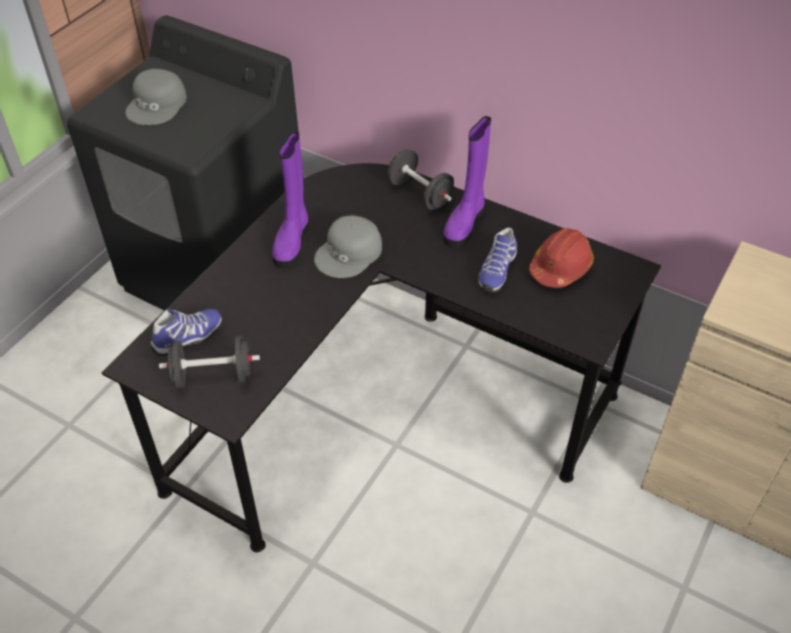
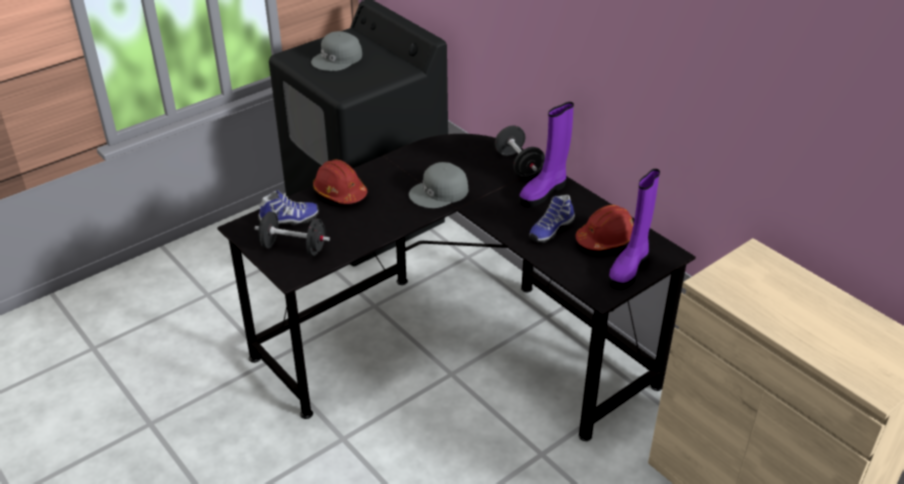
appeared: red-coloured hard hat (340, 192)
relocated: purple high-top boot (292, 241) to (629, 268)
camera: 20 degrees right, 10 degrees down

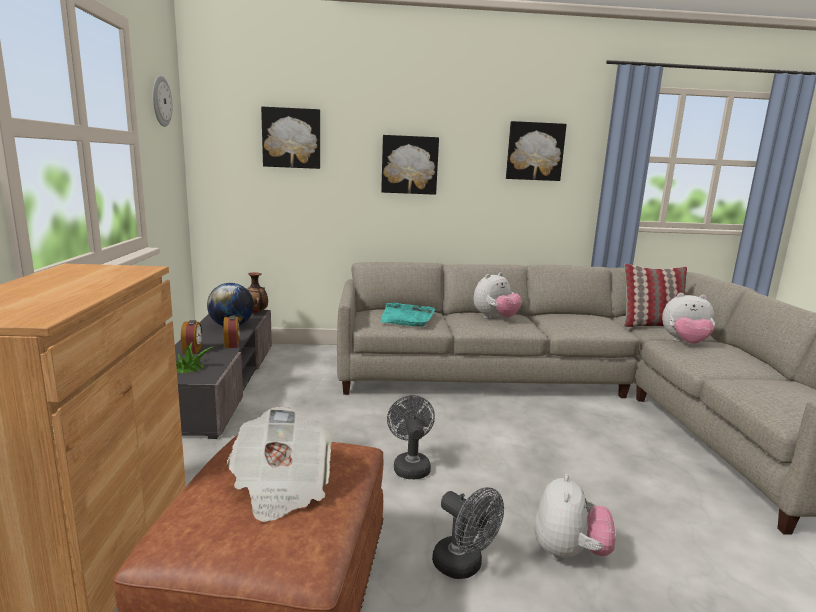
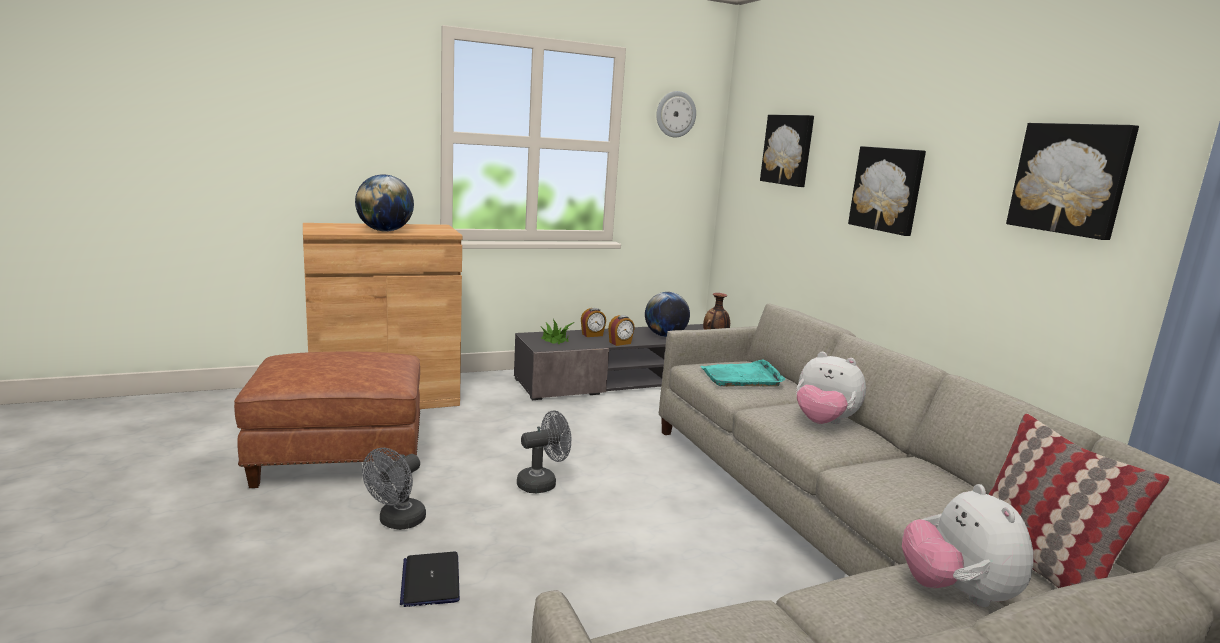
missing: printed paper (281, 487)
appeared: world globe (385, 231)
exchanged: plush toy (569, 553) to portable computer (430, 580)
camera: 70 degrees right, 0 degrees up

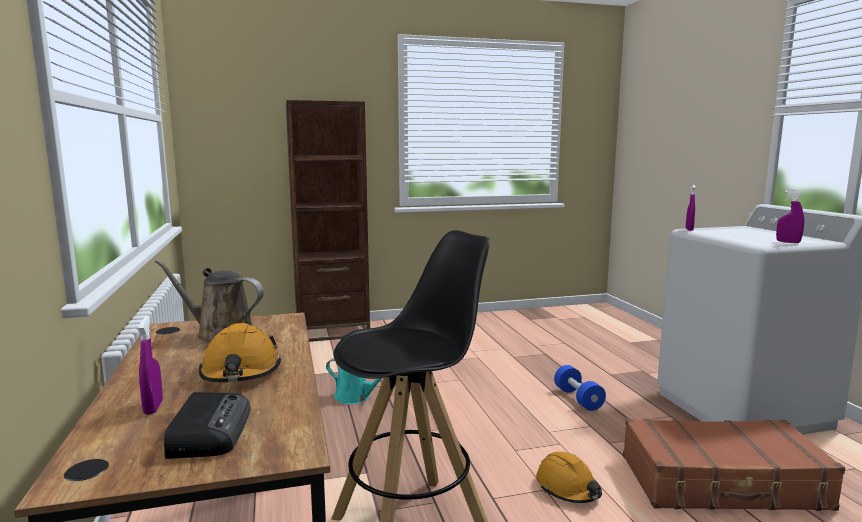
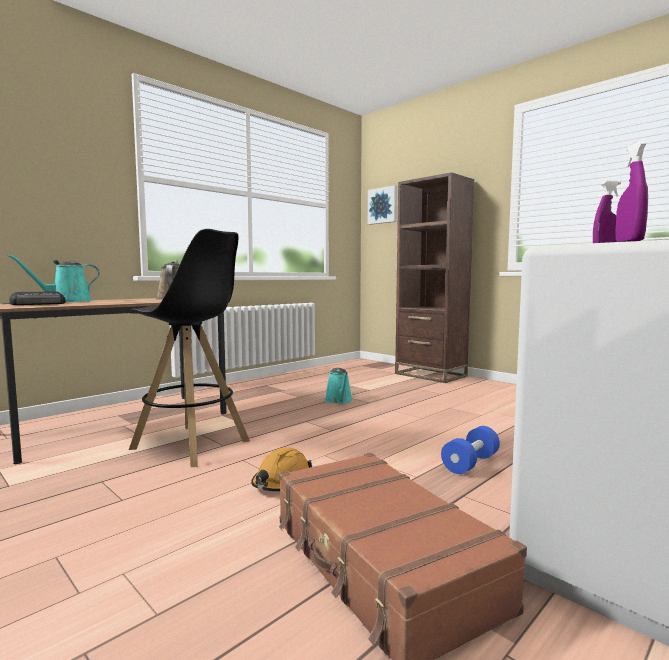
missing: orange-coloured hard hat (241, 372)
appeared: picture (383, 205)
exchanged: purple sprayer (153, 407) to turquoise sprinkling can (67, 301)
camera: 60 degrees right, 5 degrees down

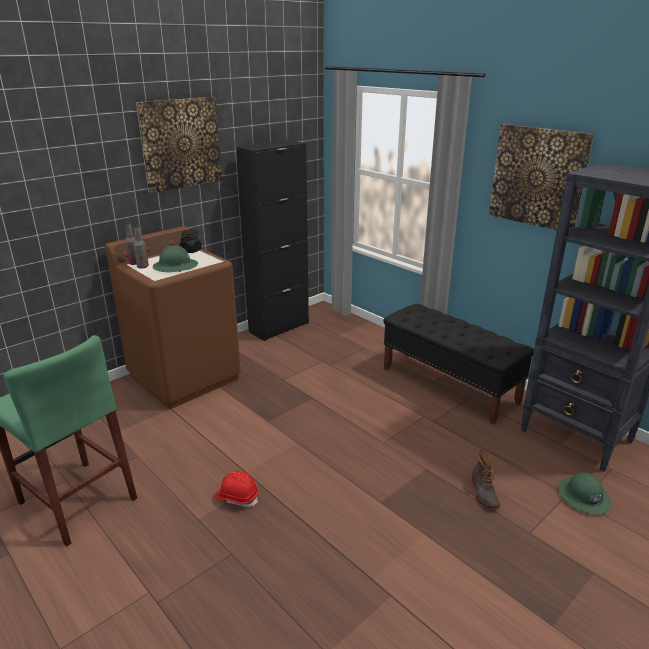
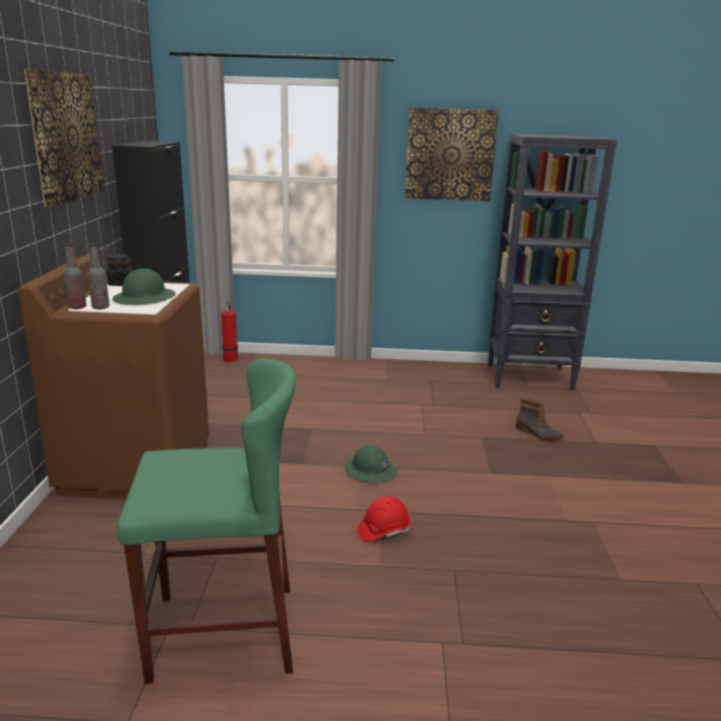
missing: blackish indoor bench (449, 385)
appeared: fire-fighting cylinder (230, 360)
relocated: greenish hard hat (583, 497) to (370, 470)
camera: 45 degrees left, 5 degrees down

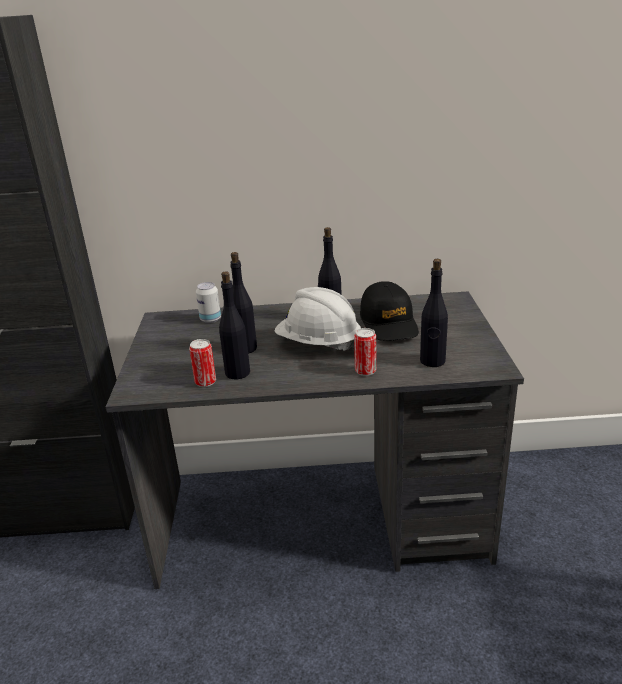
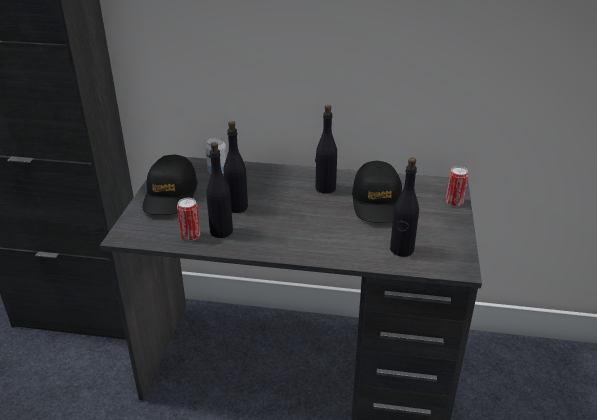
missing: whitish hard hat (318, 344)
appeared: blackish cap (170, 195)
relocated: sealed can (365, 371) to (454, 202)
camera: 10 degrees right, 5 degrees up

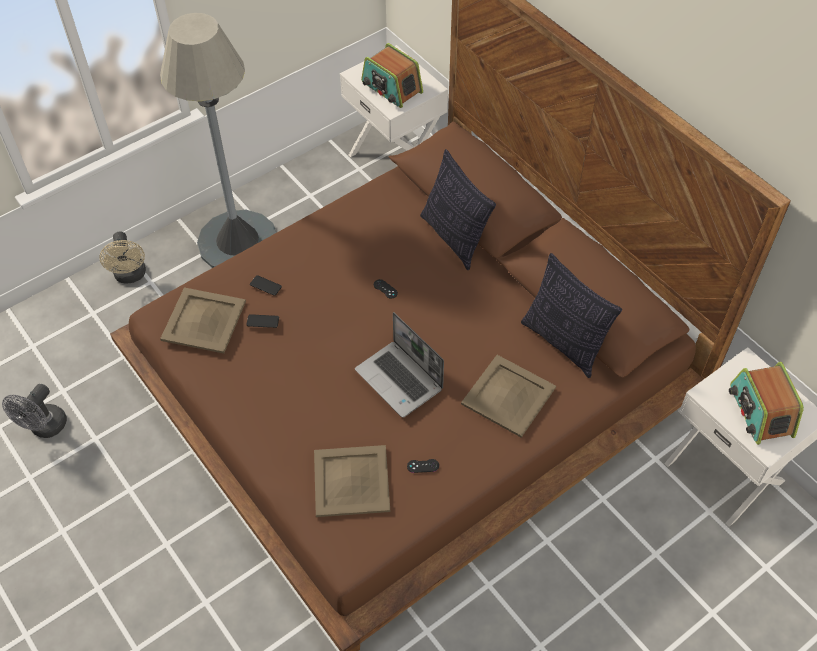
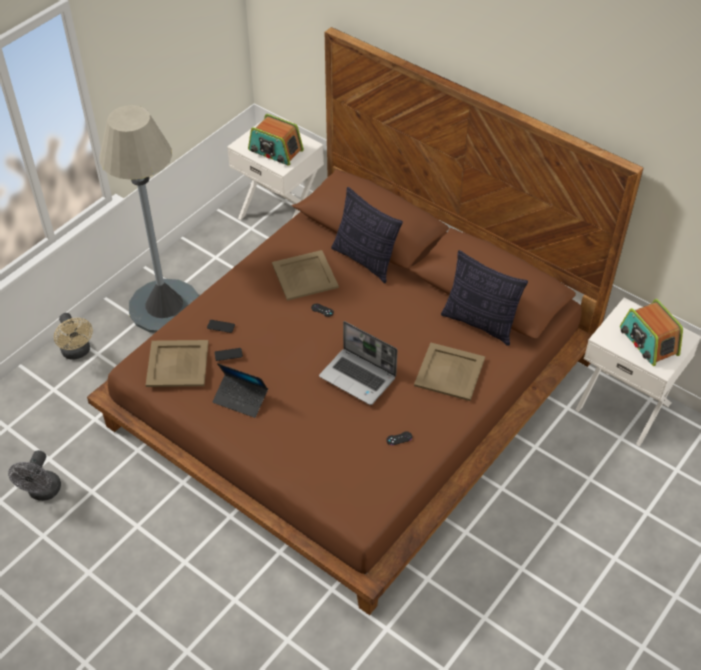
appeared: portable computer (240, 399)
relocated: beige-coloured carrying tray (352, 480) to (305, 275)
camera: 15 degrees left, 5 degrees down

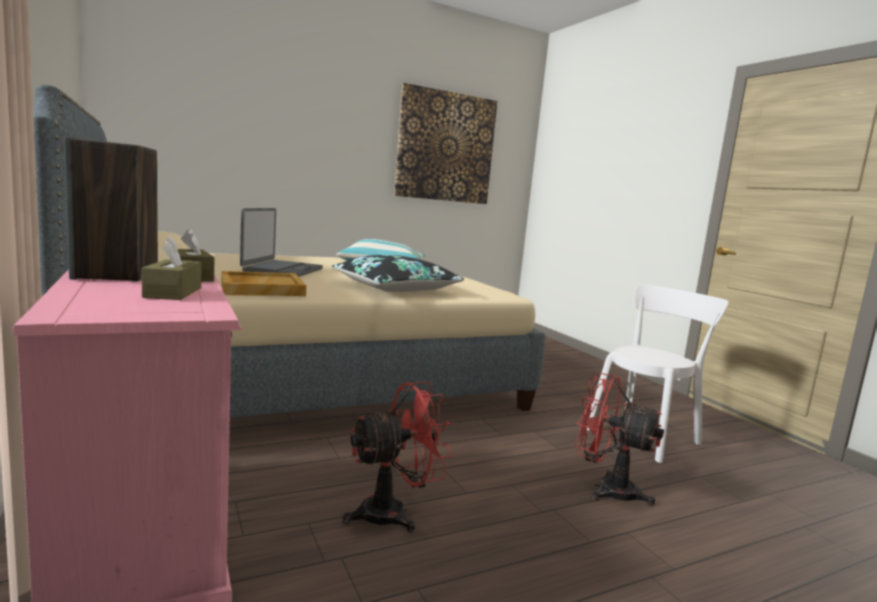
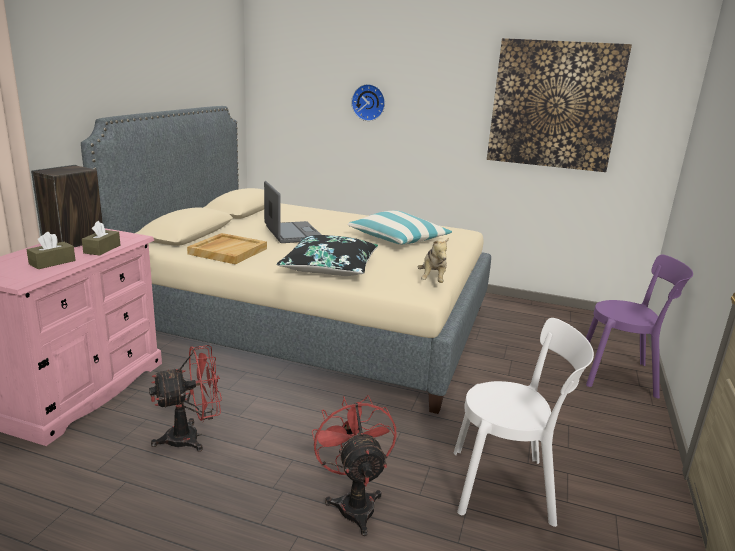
appeared: wall clock (369, 102); plush toy (433, 280); purple upright chair (621, 375)
spun: red-coloured fan (394, 513) = (191, 437) 45 degrees counterclockwise; portable computer (282, 270) = (292, 233) 75 degrees counterclockwise
camera: 45 degrees right, 10 degrees up

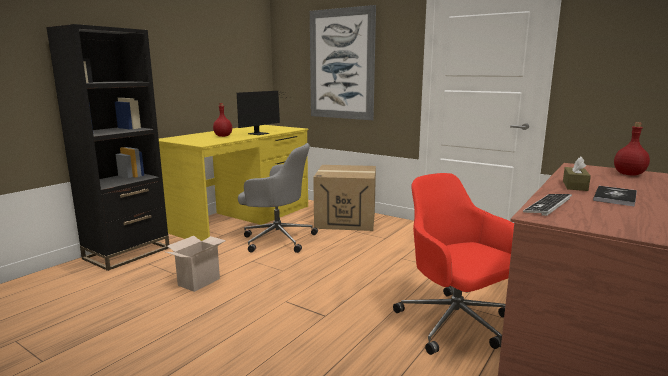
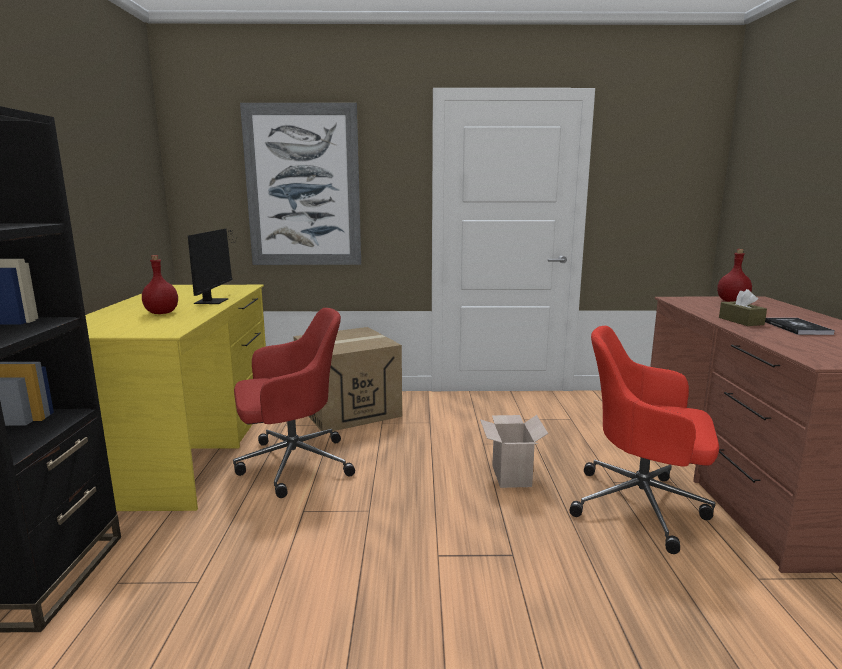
missing: keyboard (548, 205)
relocated: cardboard box (199, 281) to (509, 475)
colour: gray desk chair (277, 239) to red-coloured desk chair (292, 464)
camera: 35 degrees left, 0 degrees up

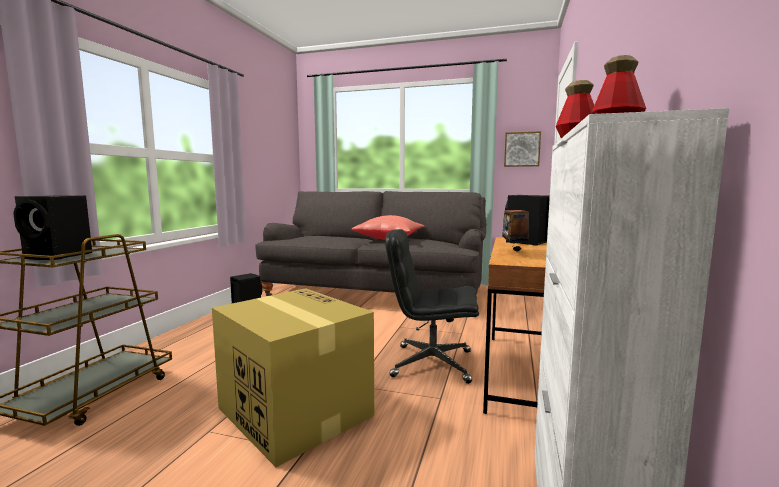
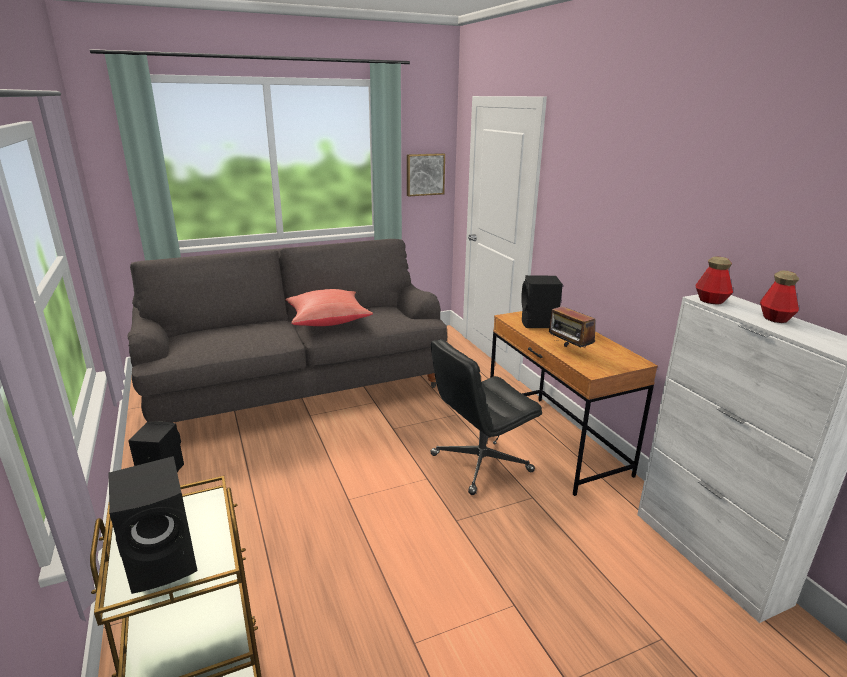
missing: cardboard box (293, 411)
camera: 40 degrees left, 15 degrees up

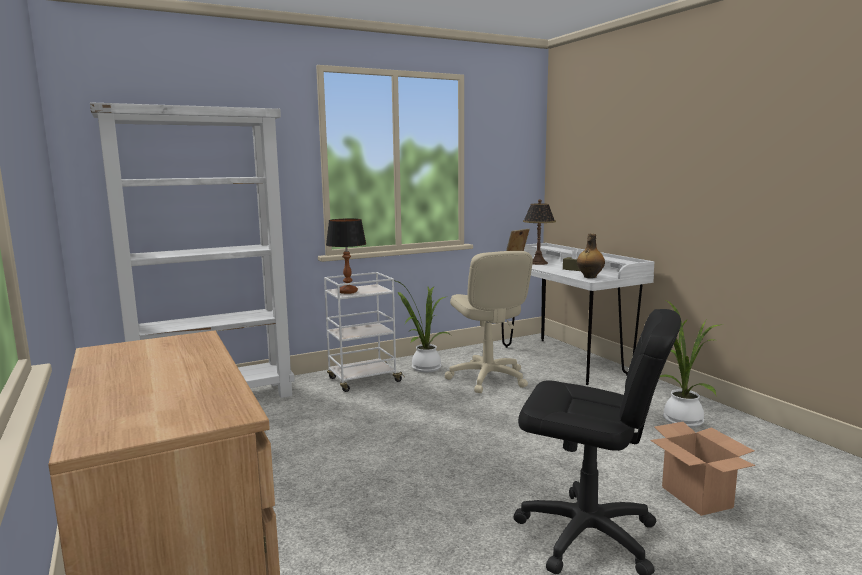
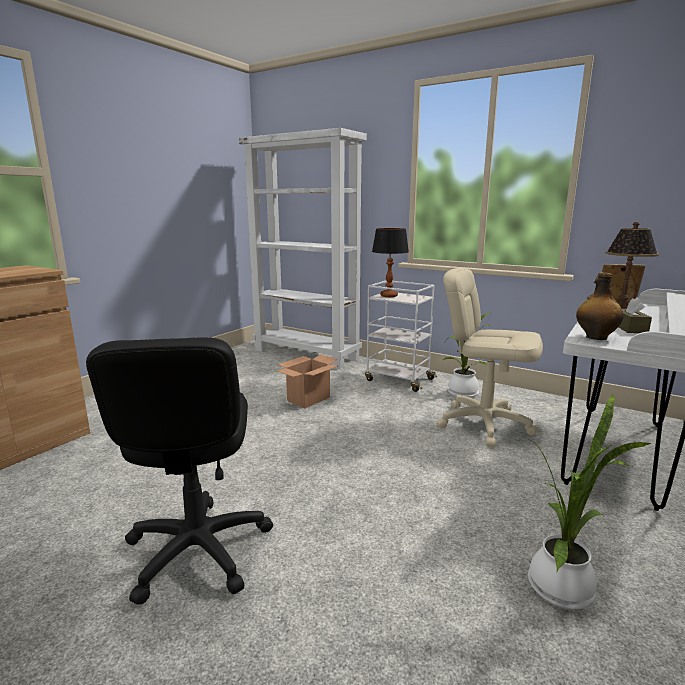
relocated: cardboard box (697, 497) to (308, 399)
spun: beige-coloured desk chair (487, 378) = (484, 424) 75 degrees clockwise
camera: 60 degrees right, 5 degrees up

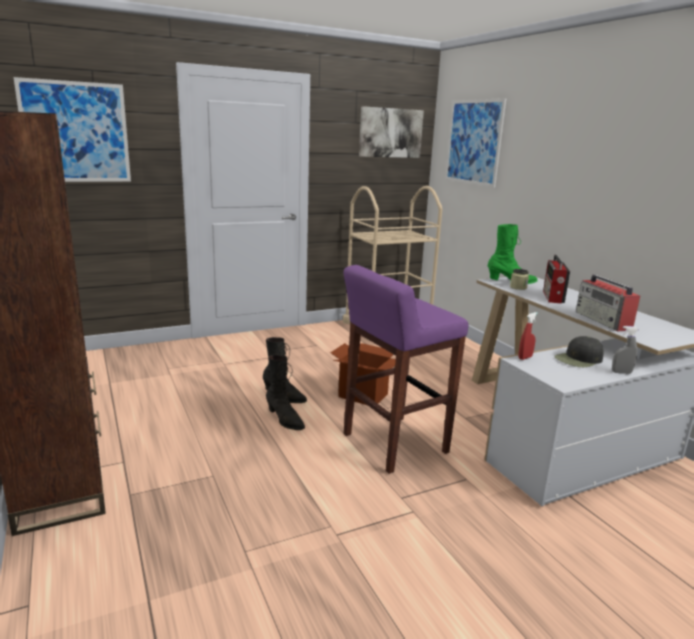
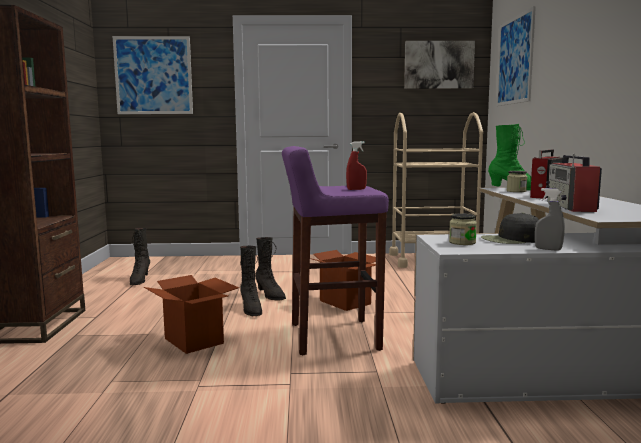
appeared: blackish high-top boot (139, 280); cardboard box (194, 341); jar (462, 242)
relocated: red-coloured sprayer (525, 357) to (356, 189)
camera: 25 degrees right, 10 degrees down

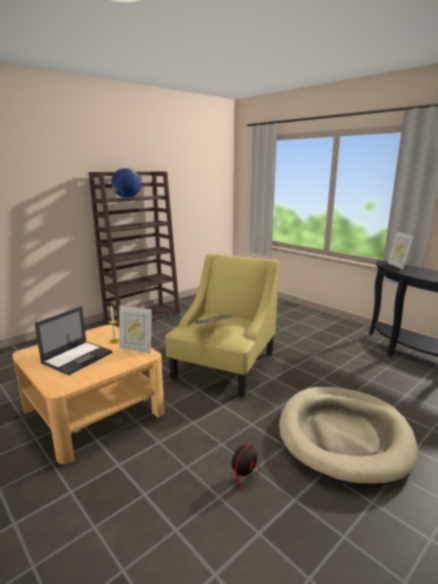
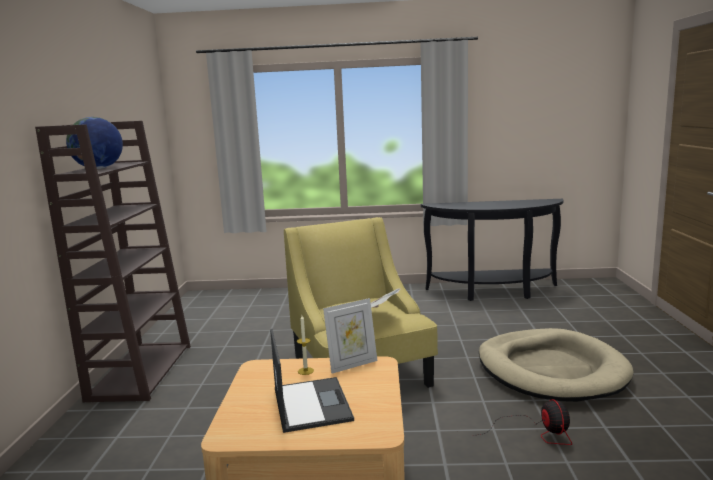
missing: picture frame (397, 266)
camera: 45 degrees left, 5 degrees down

